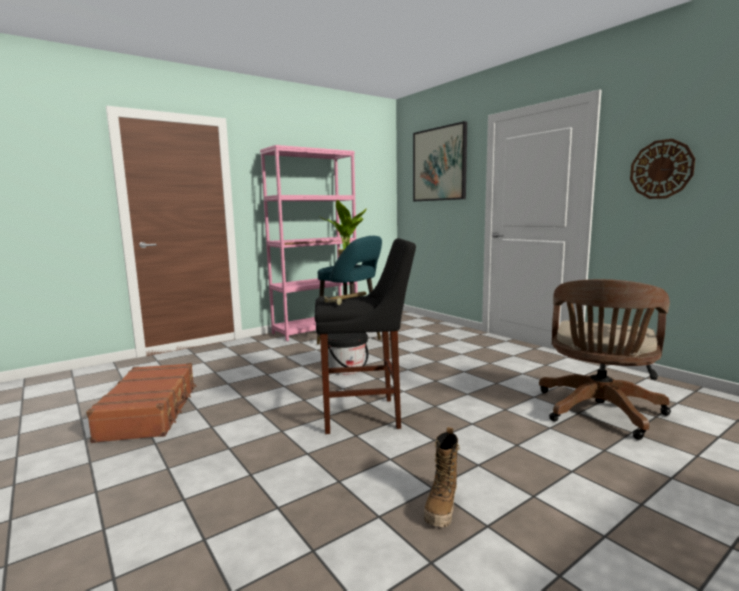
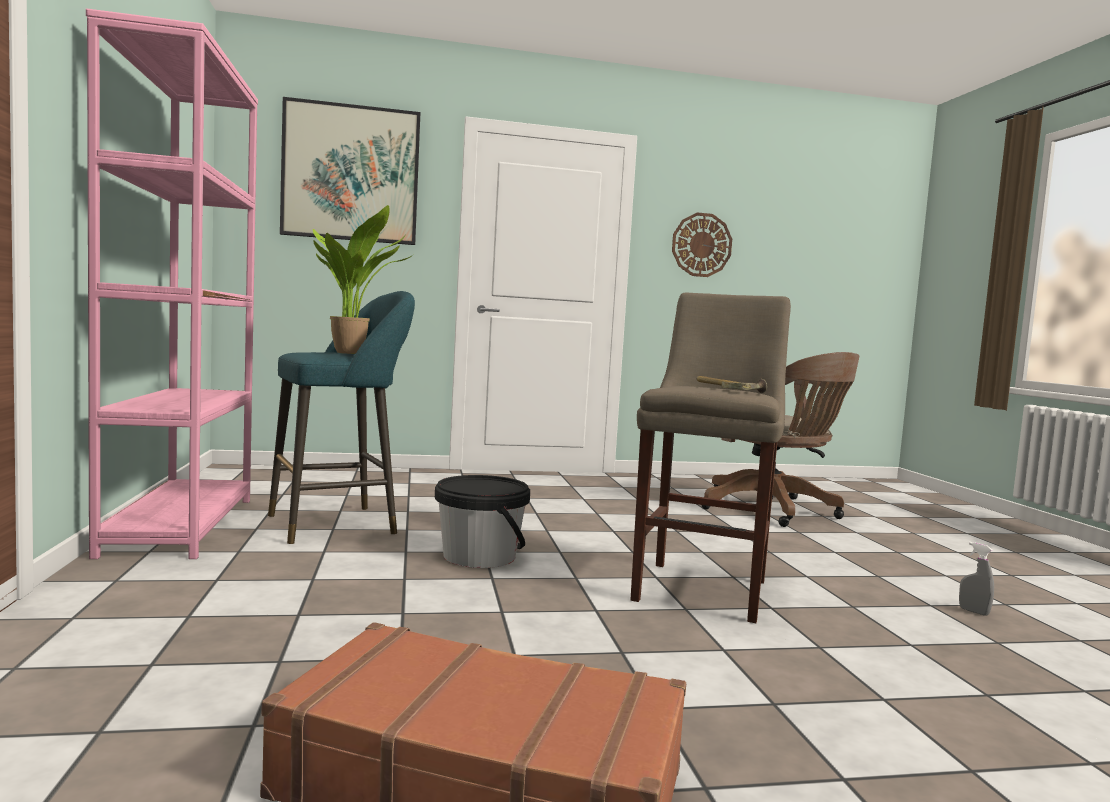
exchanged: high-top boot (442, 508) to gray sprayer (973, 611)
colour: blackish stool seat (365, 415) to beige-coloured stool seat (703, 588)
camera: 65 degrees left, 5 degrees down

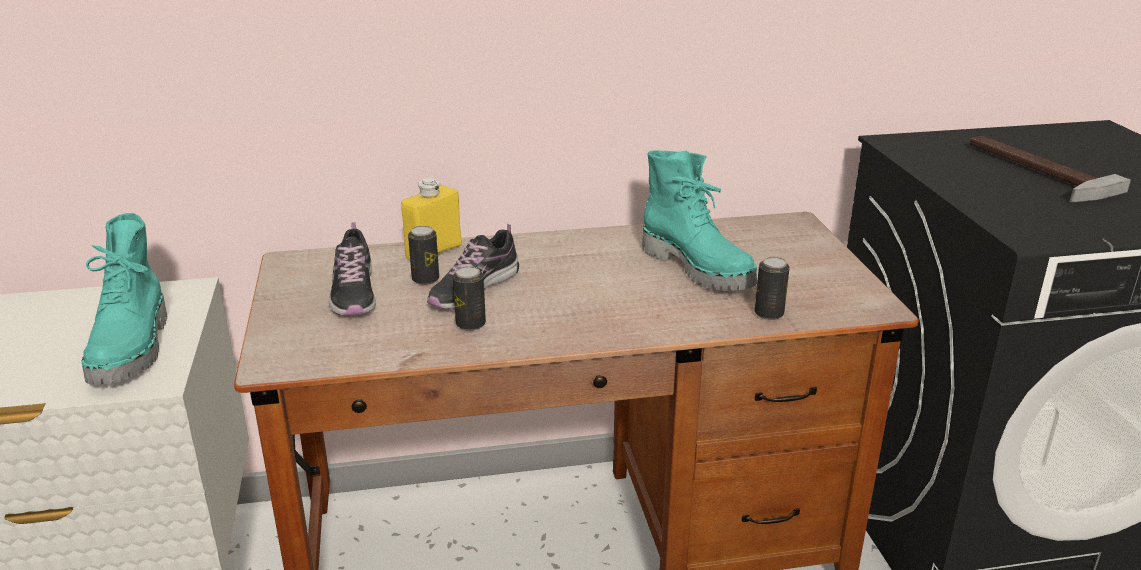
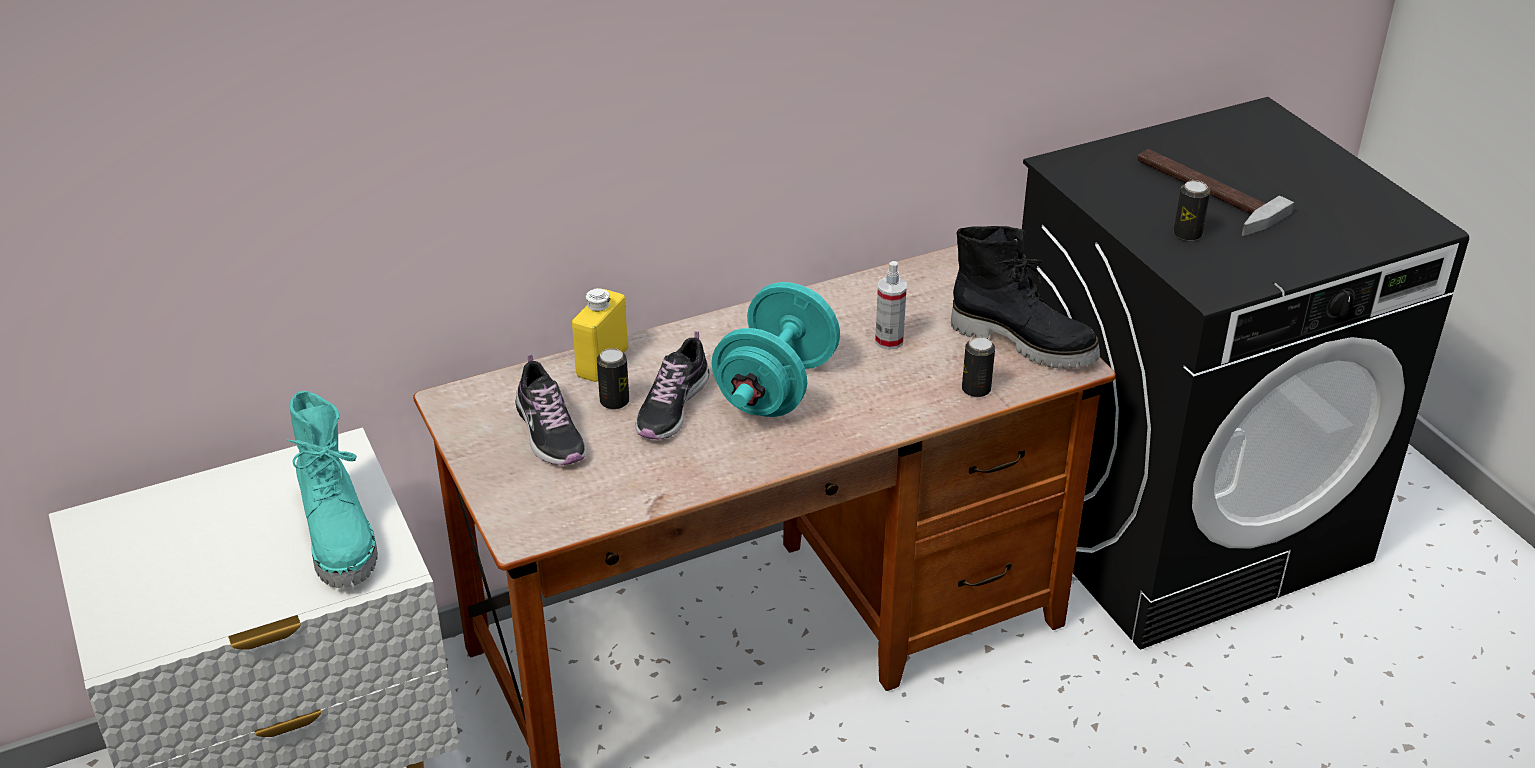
appeared: turquoise hand weight (776, 388); blackish high-top boot (1024, 342)
relocated: sealed can (470, 324) to (1187, 234)
exchanged: turquoise high-top boot (699, 268) to sprayer (889, 341)
camera: 15 degrees left, 10 degrees up

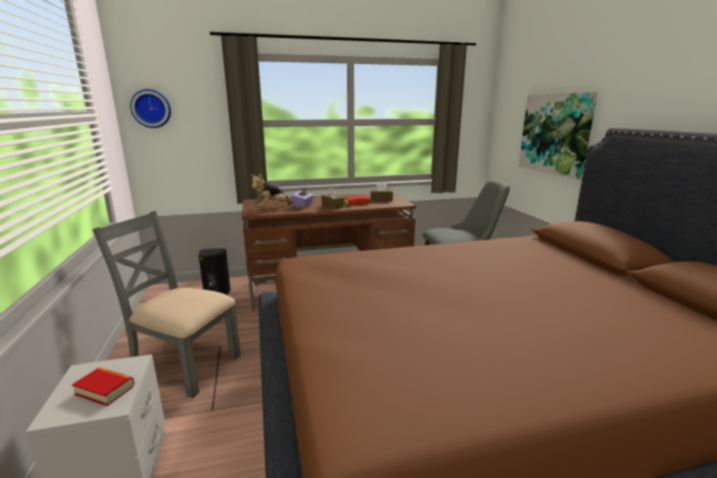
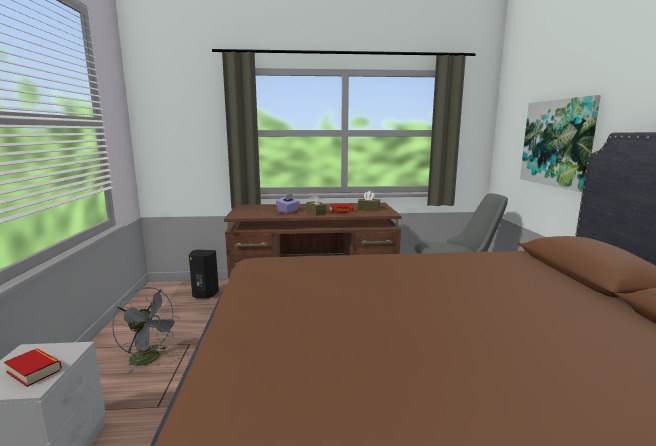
missing: wall clock (151, 108); plush toy (271, 208)
exchanged: gray upright chair (185, 365) to gray fan (150, 359)
camera: 10 degrees right, 5 degrees down

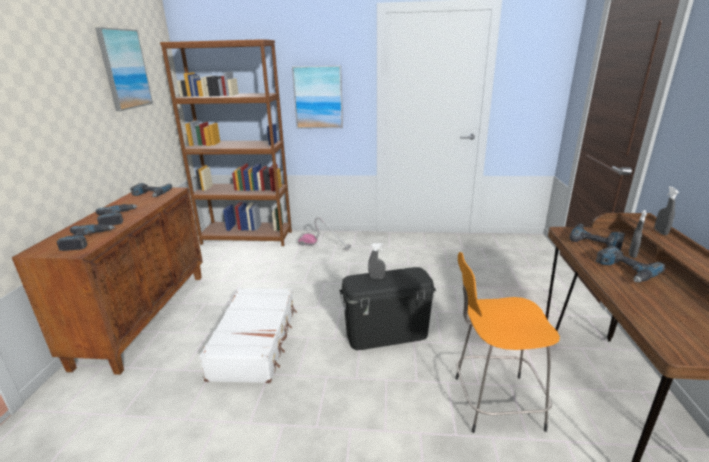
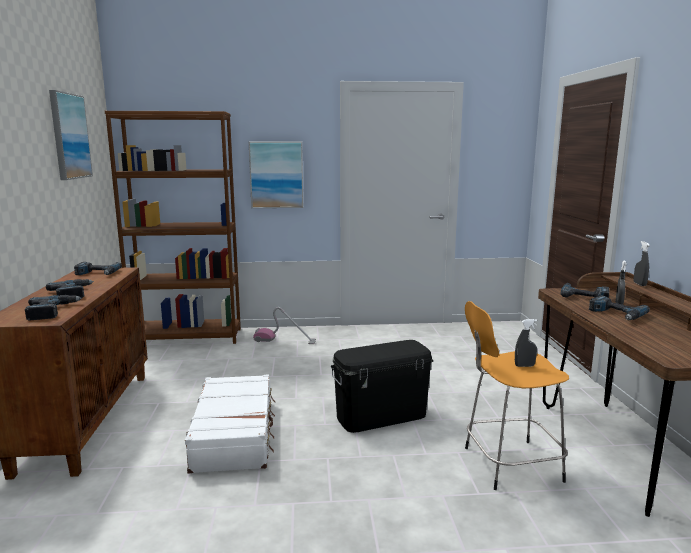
relocated: gray sprayer (376, 277) to (524, 366)
camera: 10 degrees left, 10 degrees down

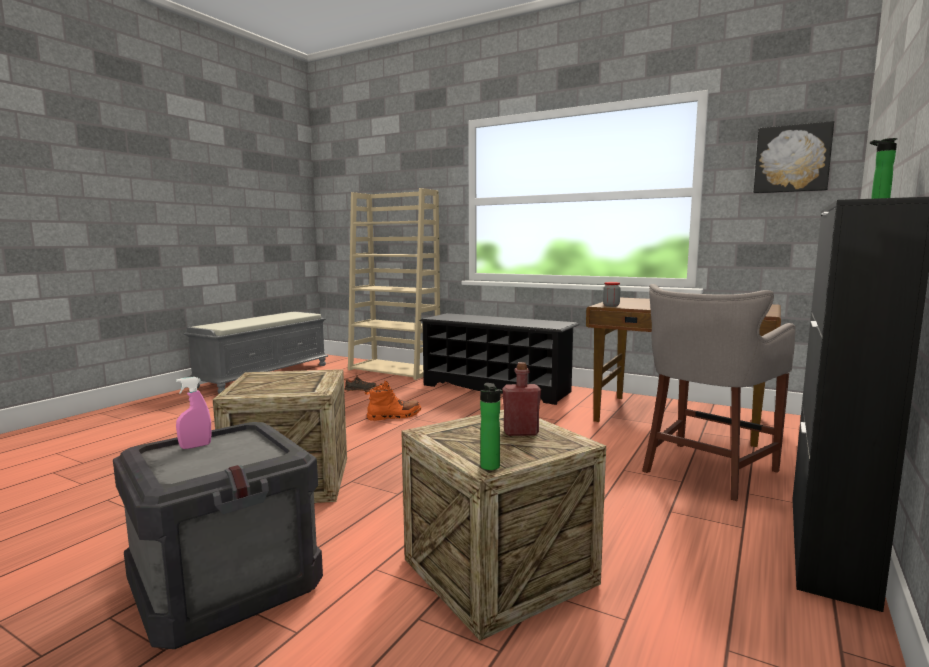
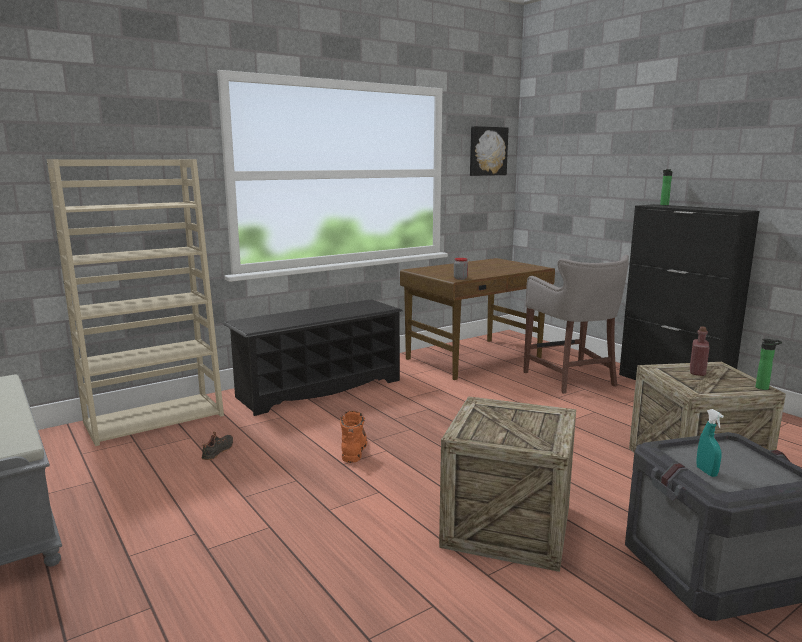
colour: pink sprayer (195, 446) to turquoise sprayer (706, 472)
camera: 65 degrees left, 5 degrees up

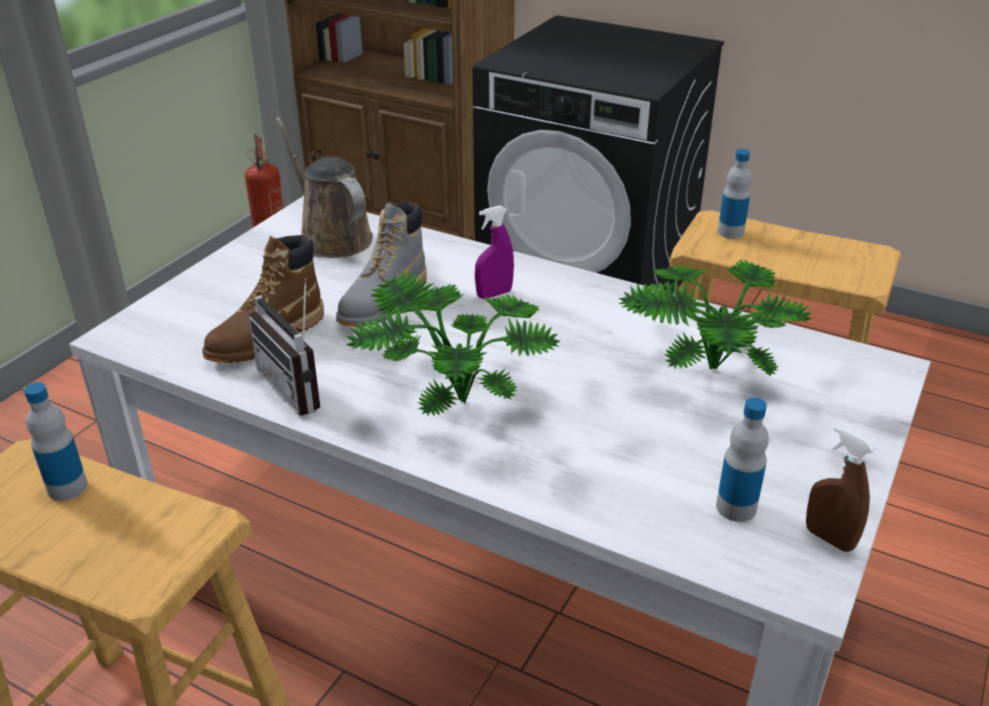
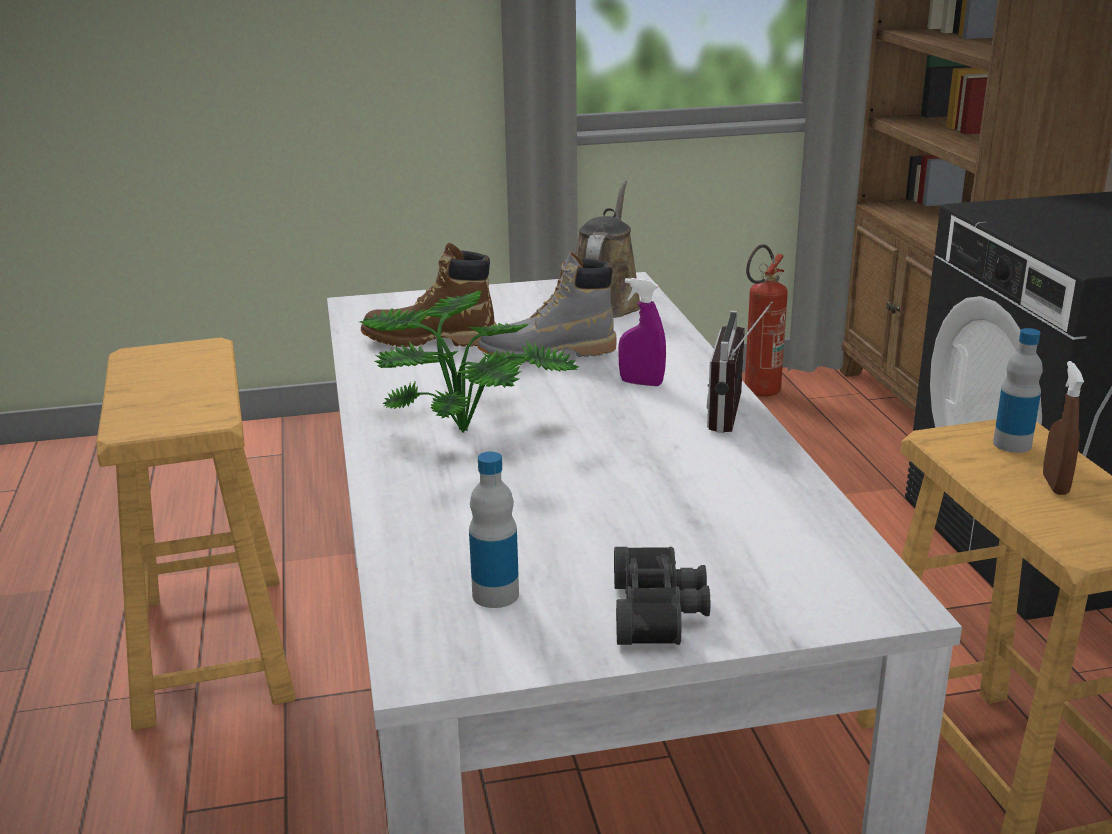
missing: drink bottle (67, 487); potted plant (701, 371)
appeared: blackish field glasses (660, 611)
relocated: radio (300, 387) to (737, 415); brown-coloured sprayer (829, 538) to (1055, 485)
camera: 50 degrees right, 10 degrees down

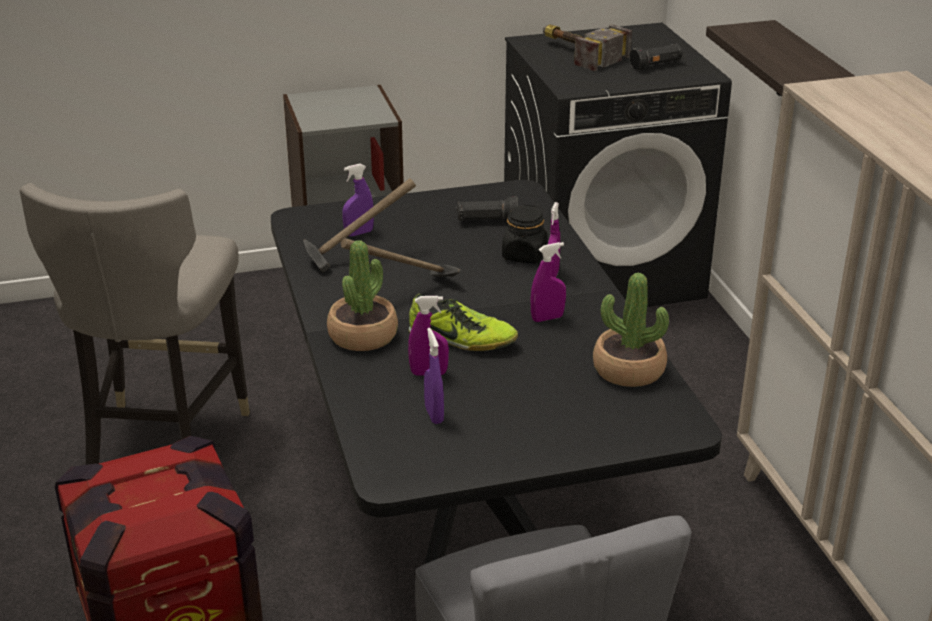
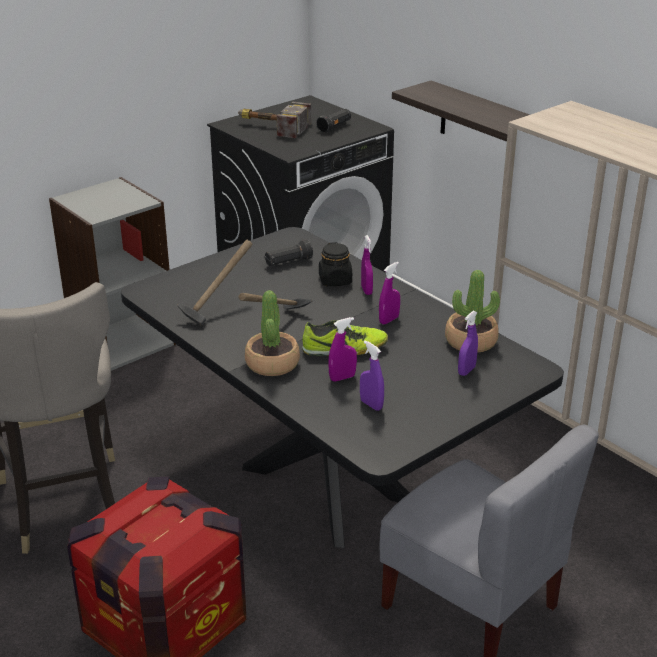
relocated: purple sprayer (359, 233) to (466, 370)
camera: 25 degrees left, 0 degrees up

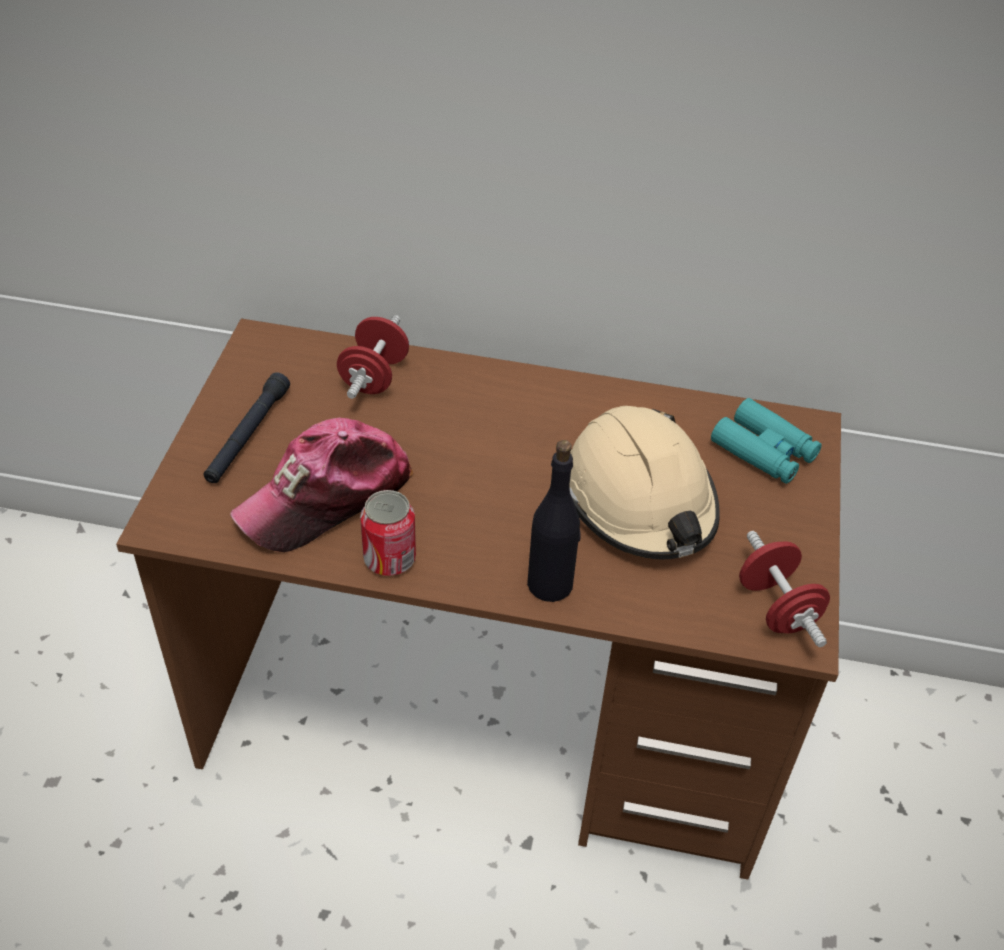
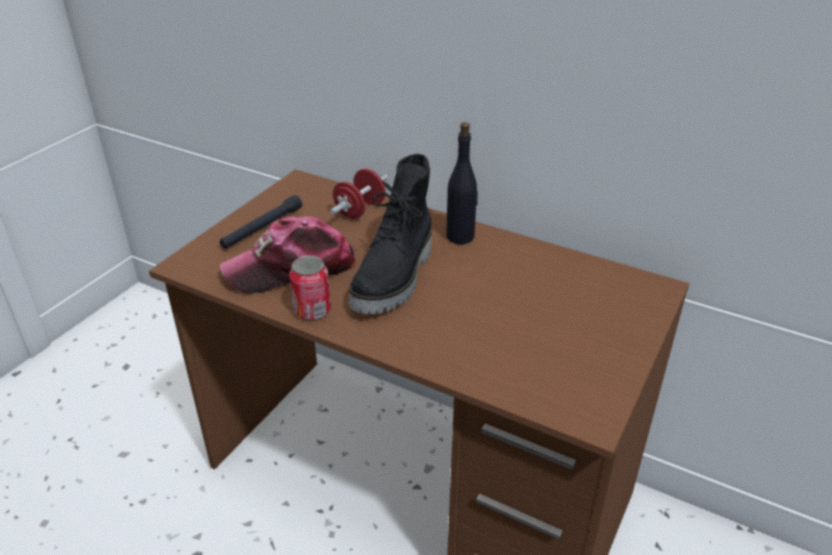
missing: beige-coloured hard hat (640, 501); turquoise field glasses (764, 451); red-coloured hand weight (777, 608)
appeared: blackish high-top boot (396, 279)
relocated: blackish drink bottle (550, 584) to (460, 236)
camera: 20 degrees right, 10 degrees down

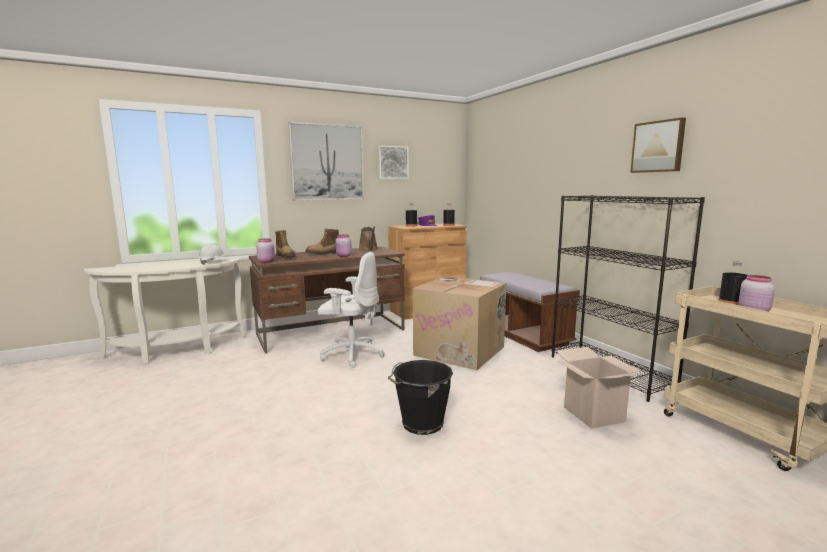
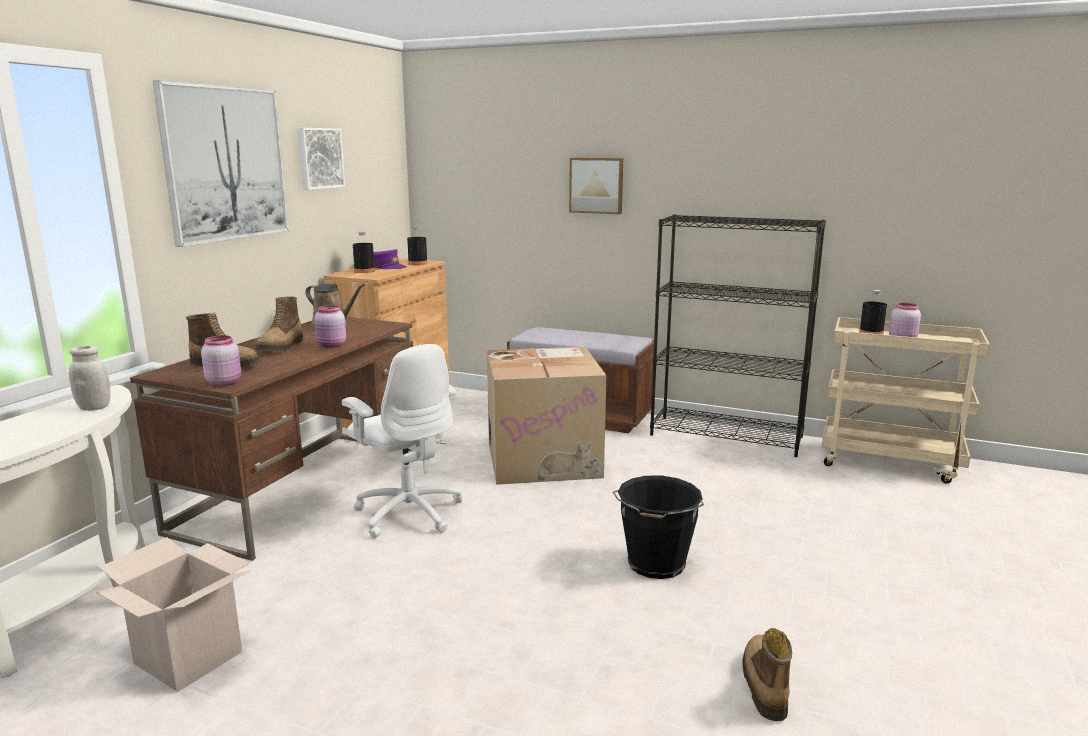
appeared: high-top boot (763, 684)
relocated: cardboard box (593, 414) to (188, 657); picture (658, 146) to (596, 185)
exchanged: whitish hard hat (213, 262) to whitish jar (94, 407)
spun: whitish desk chair (351, 354) = (408, 512) 75 degrees clockwise
camera: 40 degrees left, 5 degrees up

